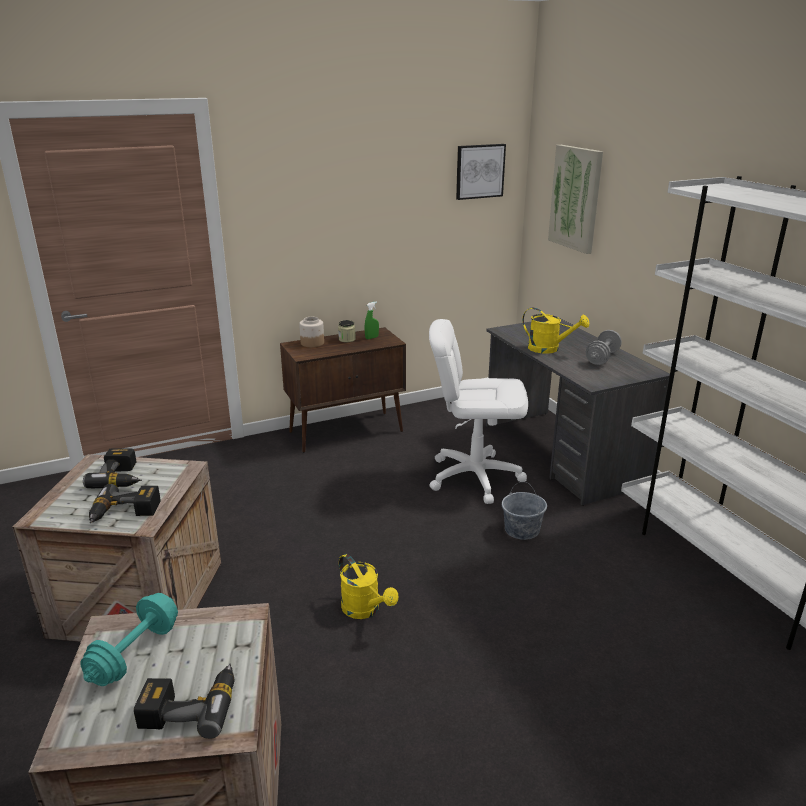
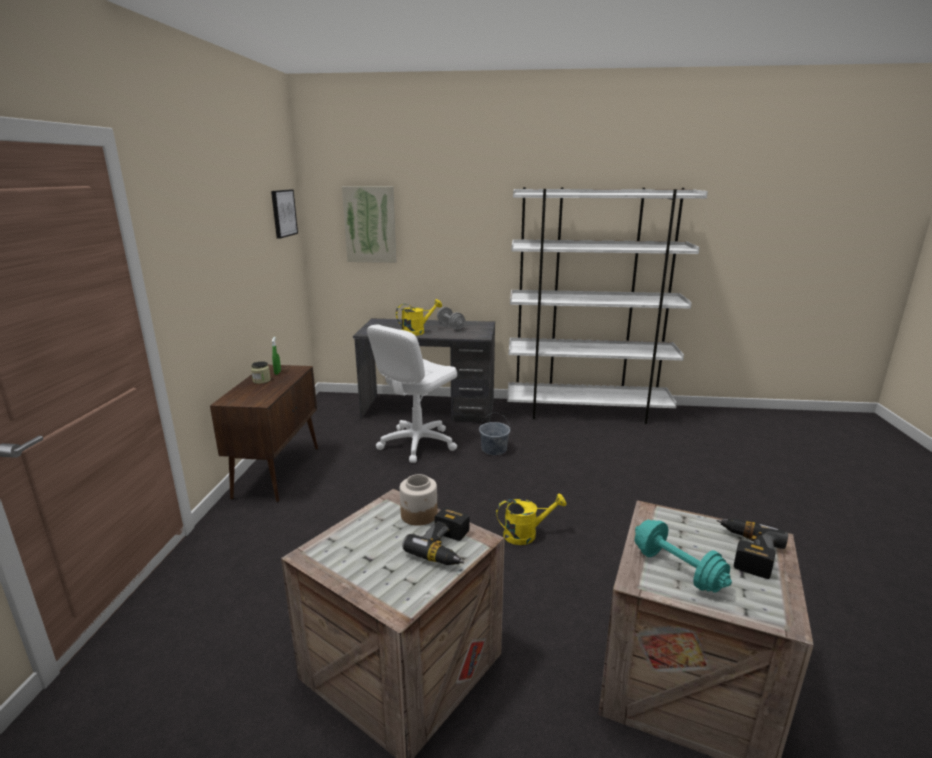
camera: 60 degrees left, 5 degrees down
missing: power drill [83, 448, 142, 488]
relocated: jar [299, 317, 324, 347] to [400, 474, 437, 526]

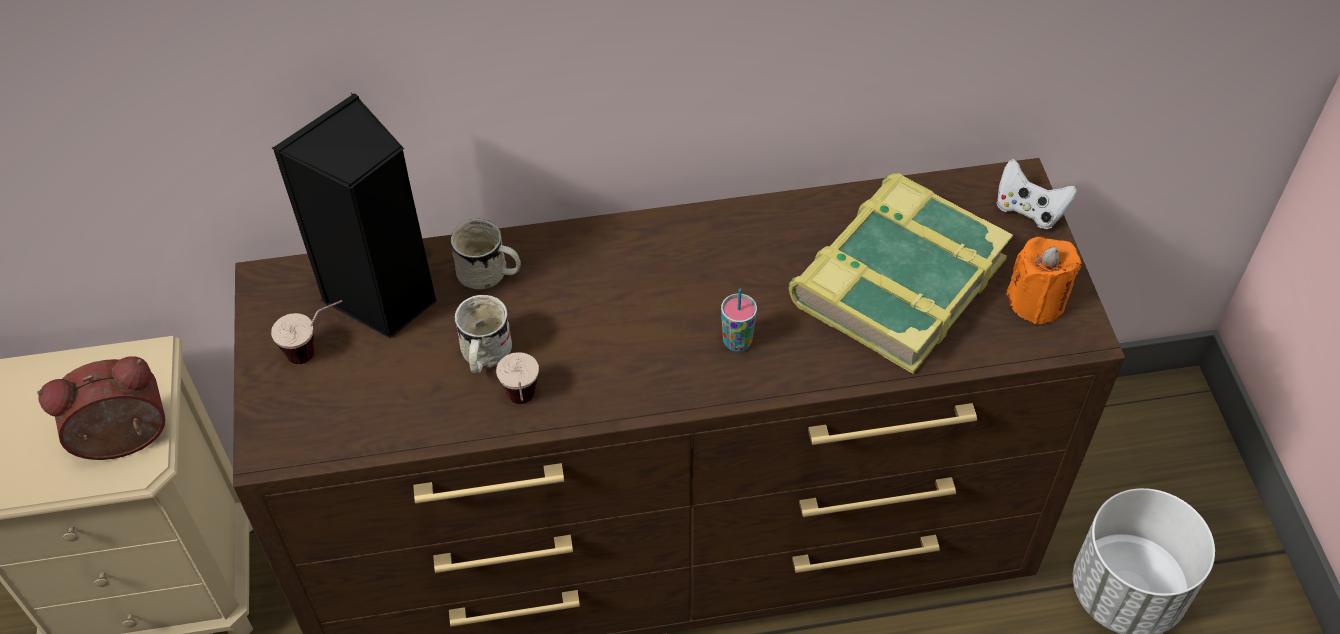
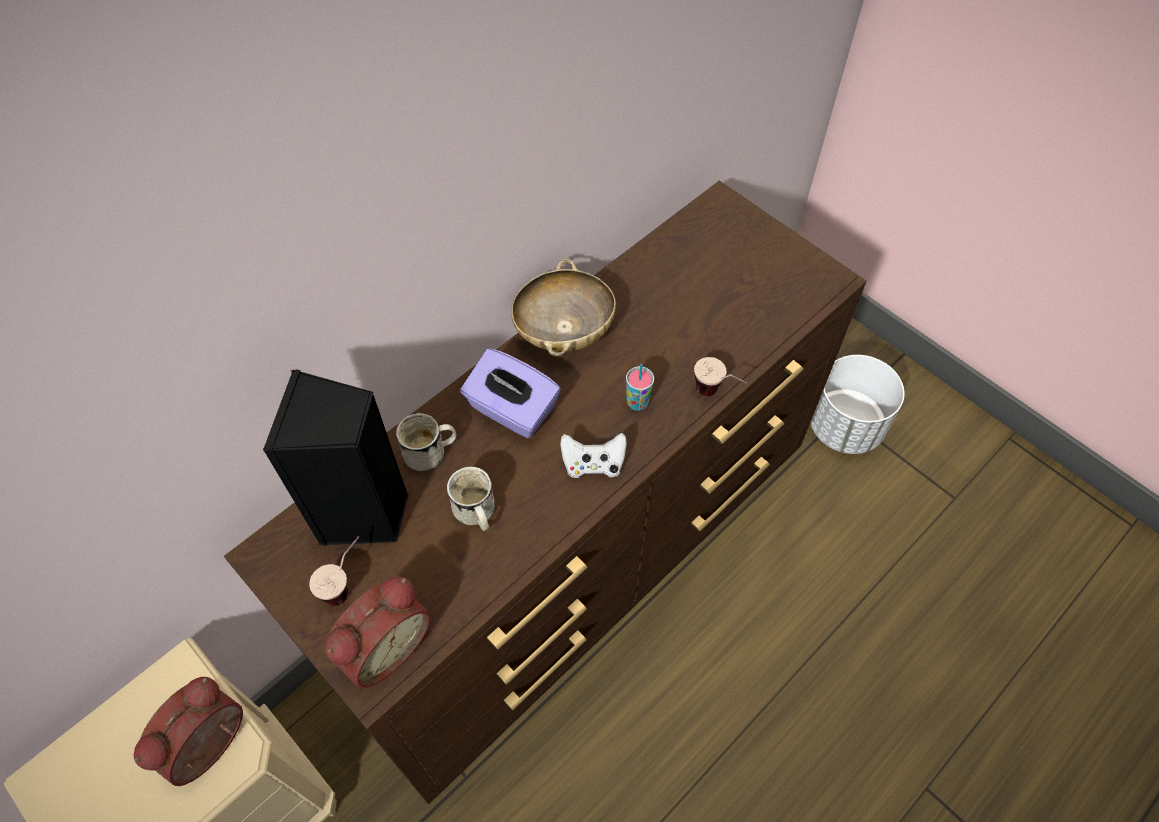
camera: 35 degrees left, 5 degrees up
missing: book [788, 173, 1013, 374]; candle (orange) [1006, 237, 1082, 324]
appeared: alarm clock [324, 576, 431, 689]; tissue box (purple) [460, 348, 560, 438]; bowl (beige) [511, 259, 616, 356]
relocated: game controller (white) [997, 159, 1077, 229] to [560, 433, 627, 478]; cup [496, 352, 539, 404] to [694, 357, 747, 396]

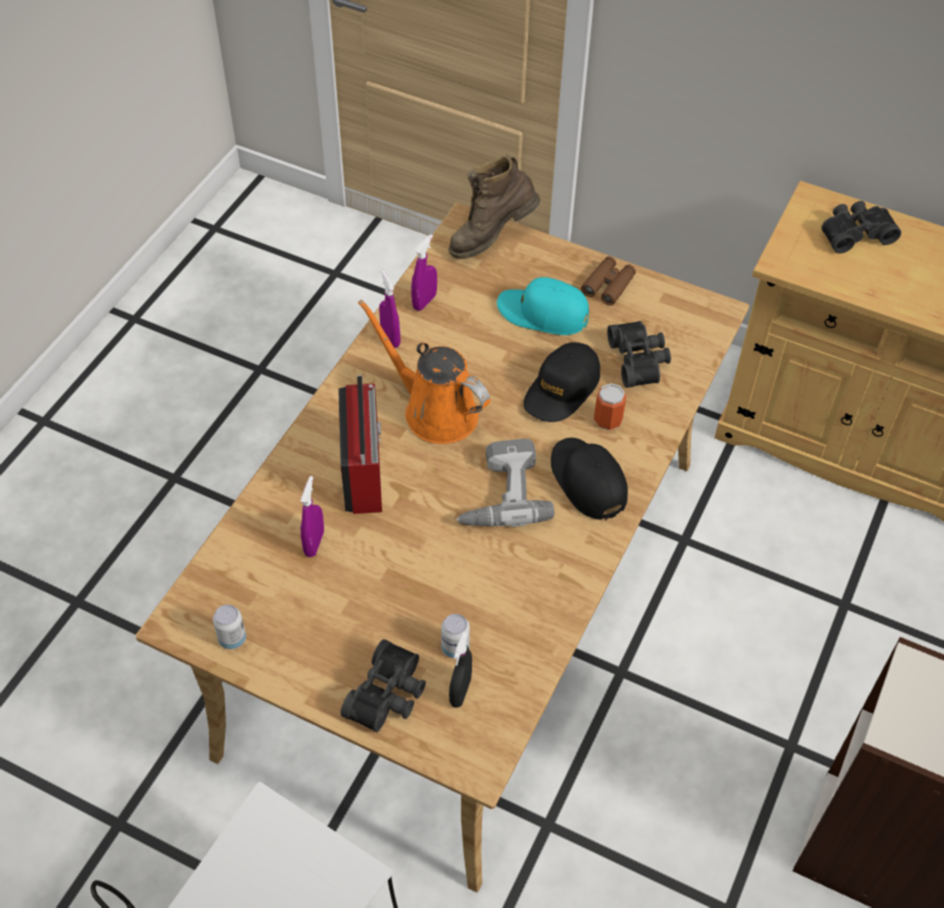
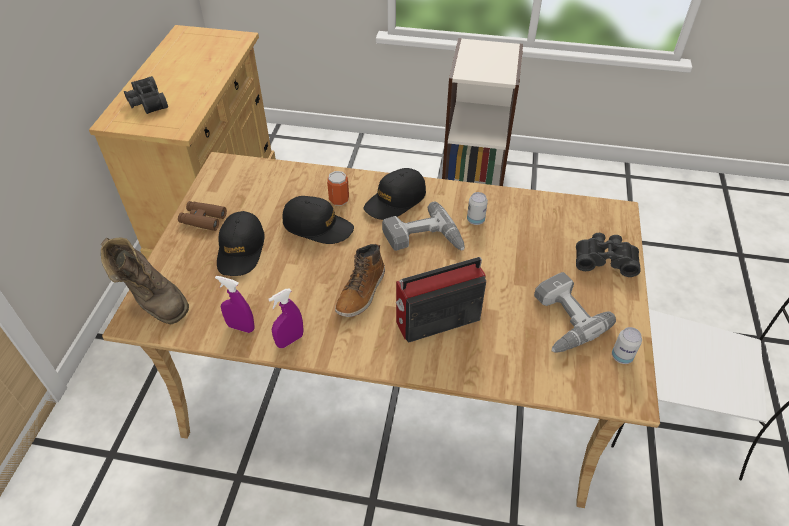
camera: 105 degrees left, 5 degrees down
missing: spray bottle (purple) [300, 476, 324, 557]; spray bottle (black) [449, 632, 472, 708]; binoculars (black) [607, 321, 671, 388]
appeared: power drill [534, 272, 616, 353]
relocated: can [441, 614, 470, 659] to [467, 192, 488, 225]
exchanged: watering can (orange) [358, 299, 490, 444] to boot [335, 244, 385, 317]
colour: cap (turquoise) [497, 277, 589, 335] to cap (black) [217, 211, 265, 276]

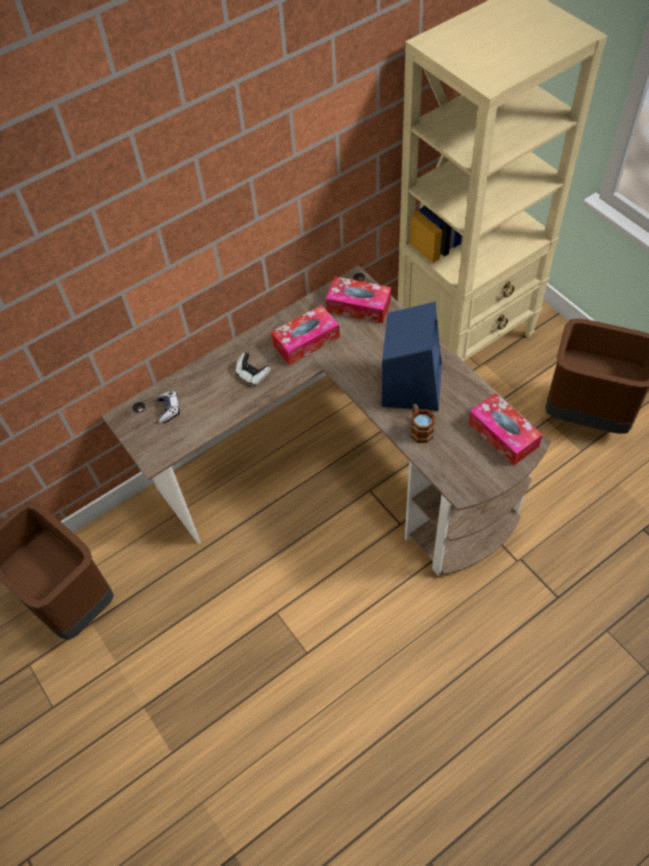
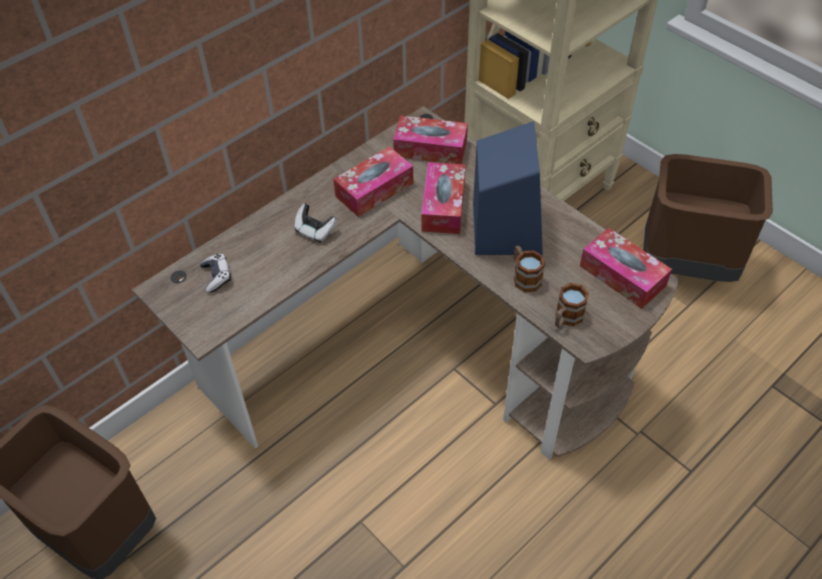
camera: 10 degrees left, 5 degrees down
appeared: tissue box [421, 162, 466, 234]; mug [555, 283, 589, 328]

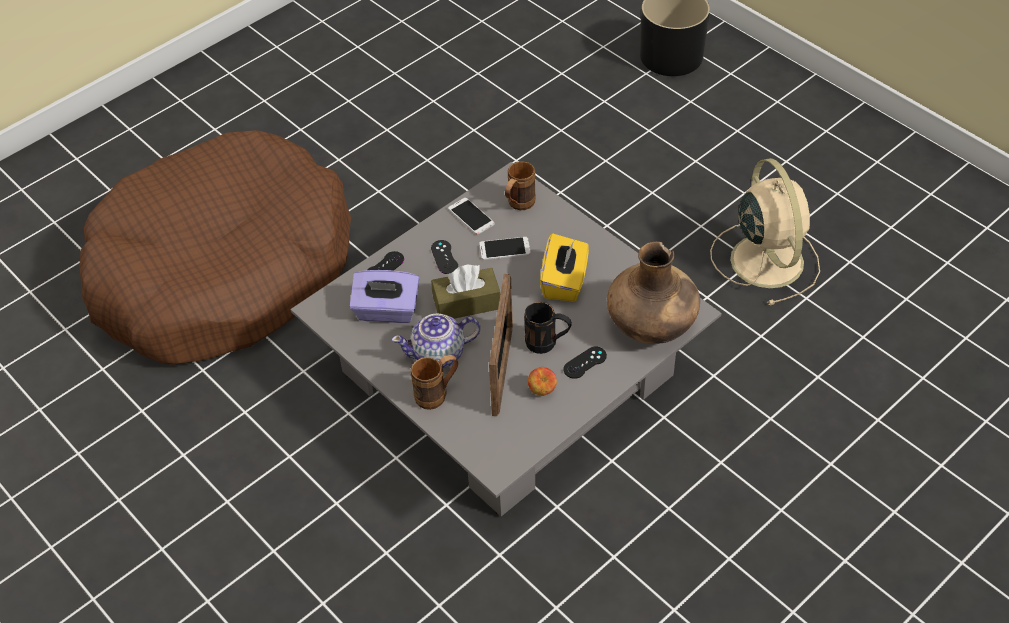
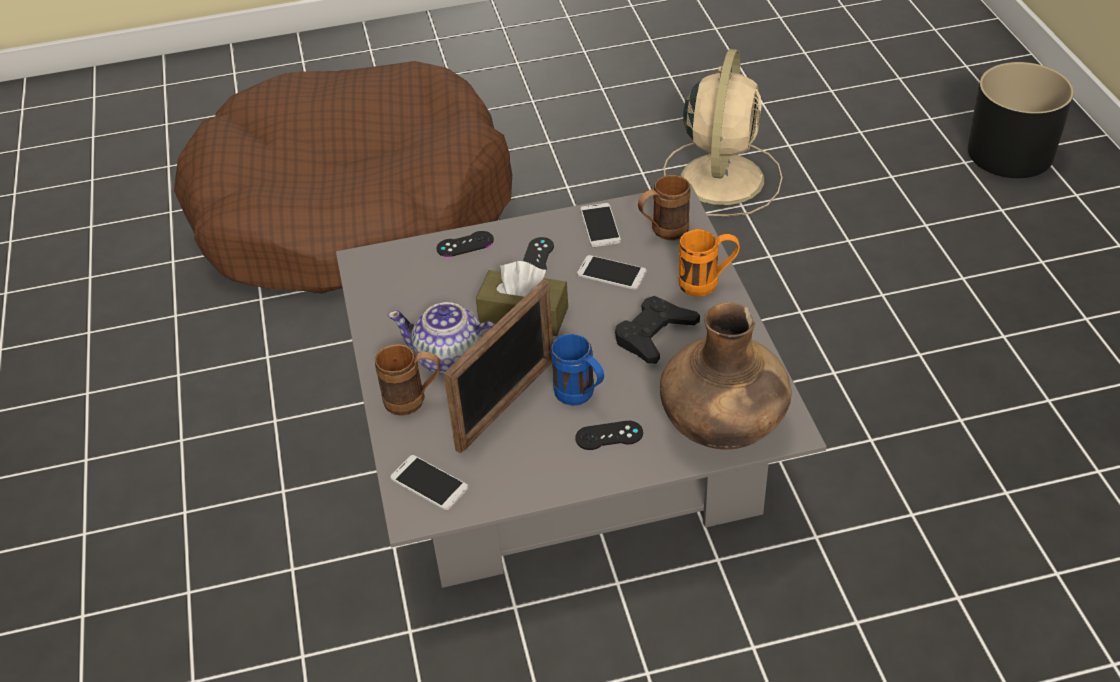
camera: 30 degrees right, 5 degrees down
missing: tissue box (purple) [350, 270, 420, 323]; apple [528, 367, 557, 396]
appeared: phone [390, 455, 468, 510]; mug (orange) [678, 229, 740, 297]
relocated: fan (beige) [710, 158, 820, 306] to [663, 49, 782, 216]
exchanged: tissue box (yellow) [540, 233, 589, 302] to game controller (black) [615, 296, 700, 364]
colour: mug (black) [524, 302, 572, 354] to mug (blue) [551, 333, 604, 406]

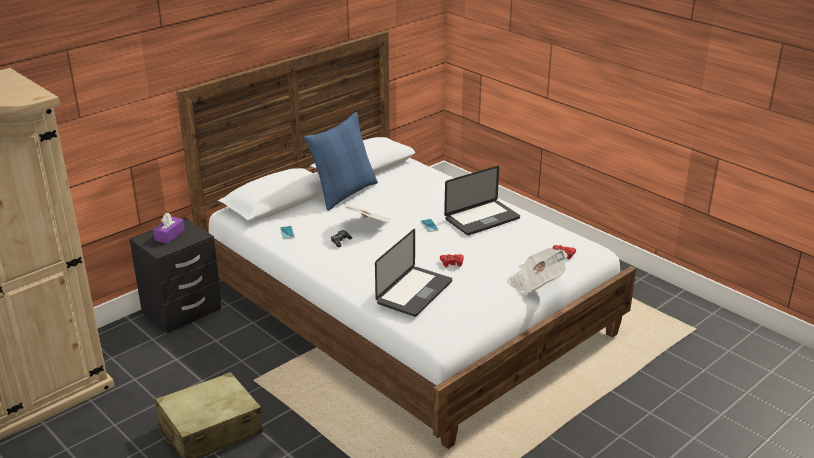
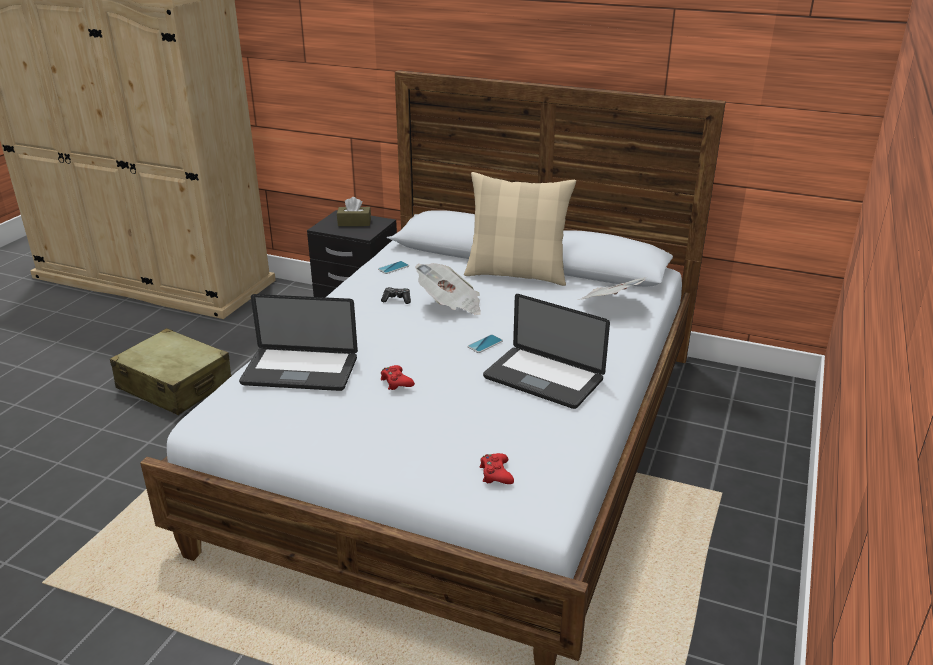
camera: 65 degrees right, 0 degrees up
relocated: newspaper [507, 248, 568, 294] to [578, 277, 646, 300]
colour: tissue box (purple) [153, 213, 185, 244] to tissue box (brown) [337, 197, 371, 226]; pillow (blue) [304, 112, 378, 211] to pillow (beige) [464, 172, 576, 286]

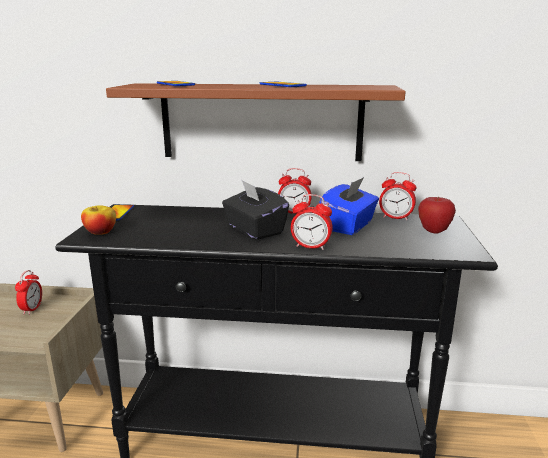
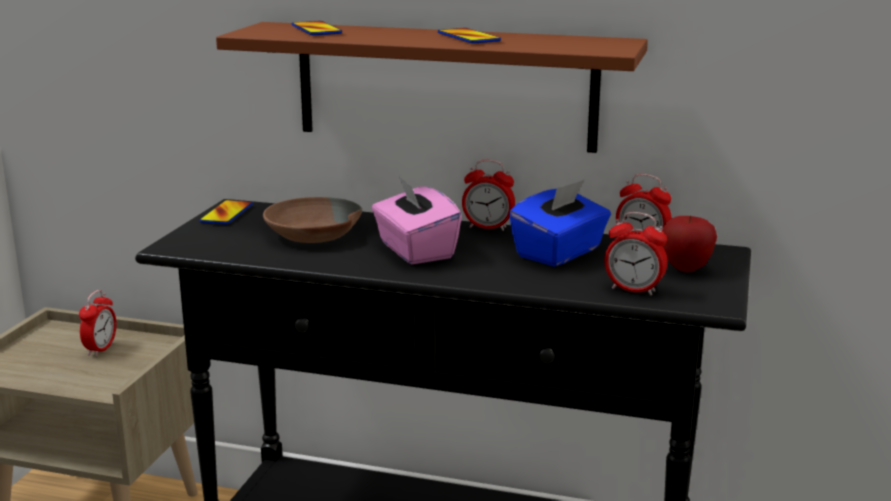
camera: 10 degrees right, 0 degrees up
missing: apple [81, 205, 116, 235]
appeared: bowl (brown) [263, 197, 362, 243]
relocated: alarm clock [291, 194, 333, 250] to [605, 212, 667, 296]
colour: tissue box (black) [222, 180, 289, 240] to tissue box (pink) [372, 176, 462, 264]

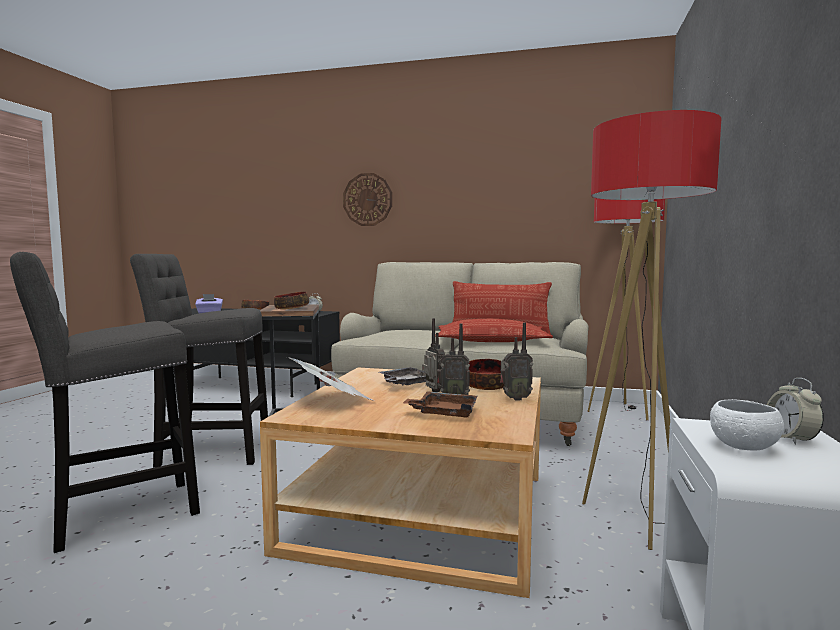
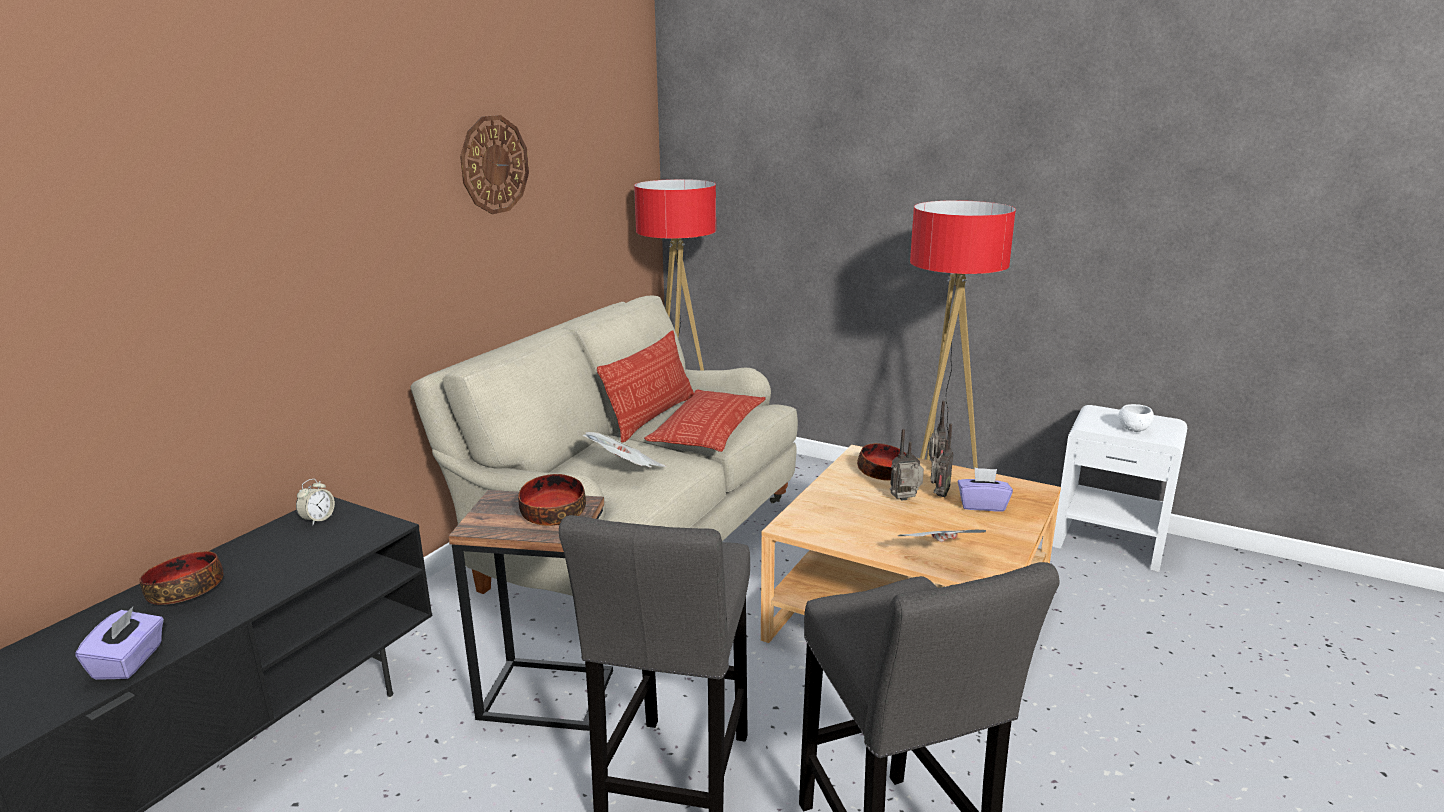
camera: 75 degrees left, 15 degrees up
missing: tray (grey) [379, 367, 427, 386]; alarm clock [767, 378, 824, 445]
appeared: newspaper [582, 432, 667, 468]
relocated: wall clock [343, 173, 392, 226] to [460, 115, 529, 214]
exchanged: tray (brown) [403, 391, 478, 418] to tissue box (purple) [958, 468, 1013, 512]

